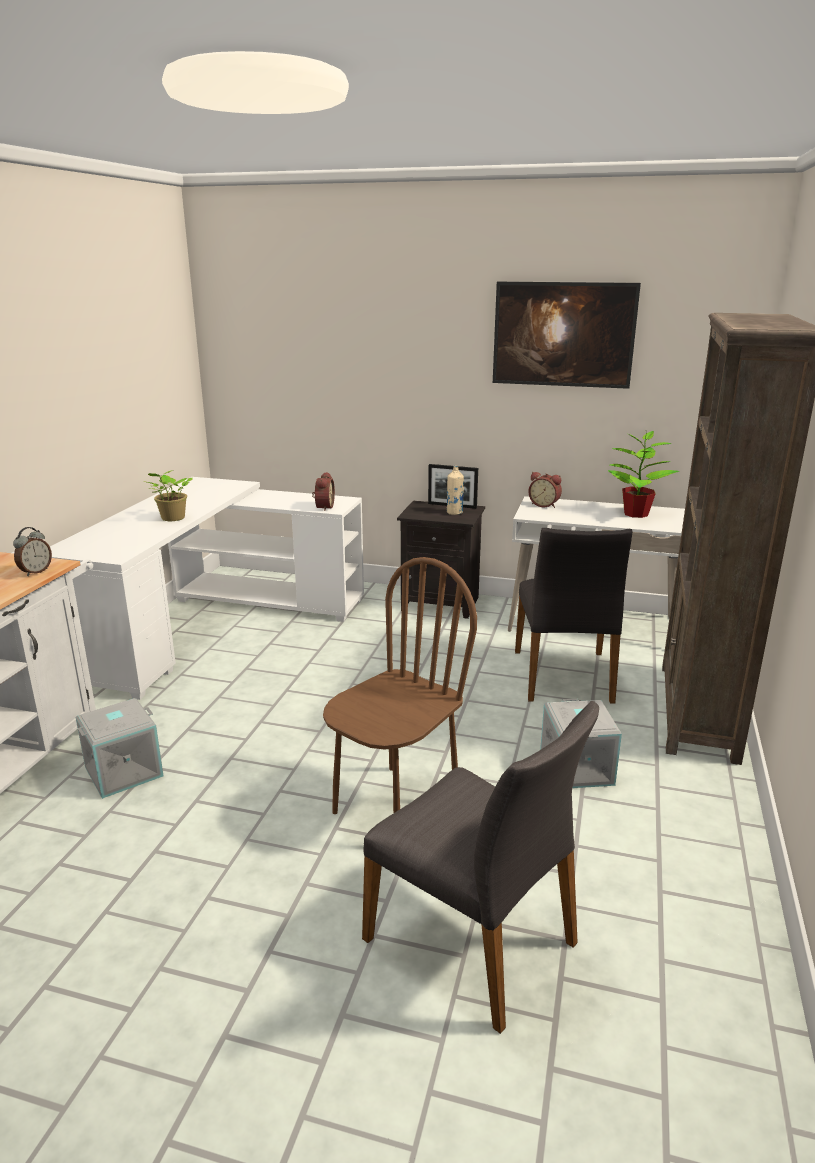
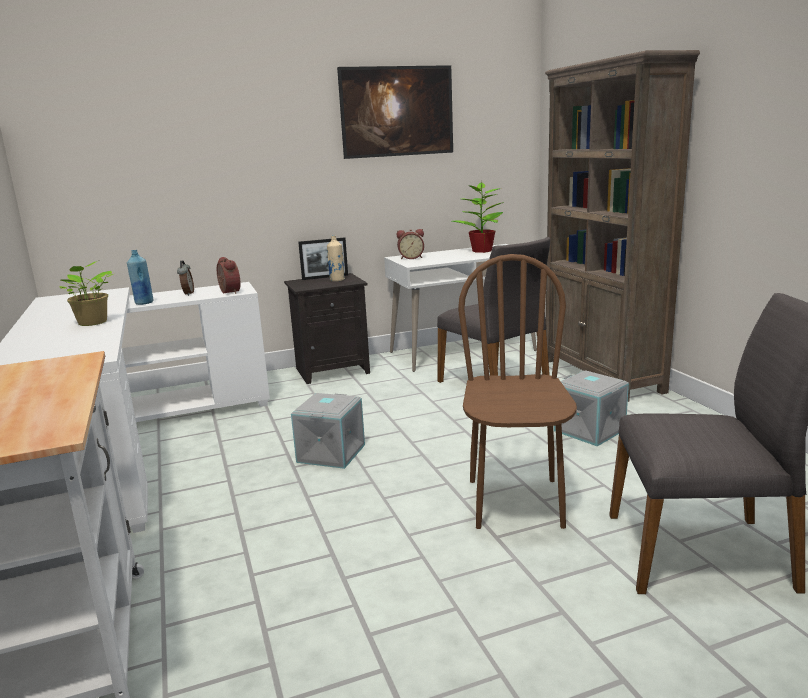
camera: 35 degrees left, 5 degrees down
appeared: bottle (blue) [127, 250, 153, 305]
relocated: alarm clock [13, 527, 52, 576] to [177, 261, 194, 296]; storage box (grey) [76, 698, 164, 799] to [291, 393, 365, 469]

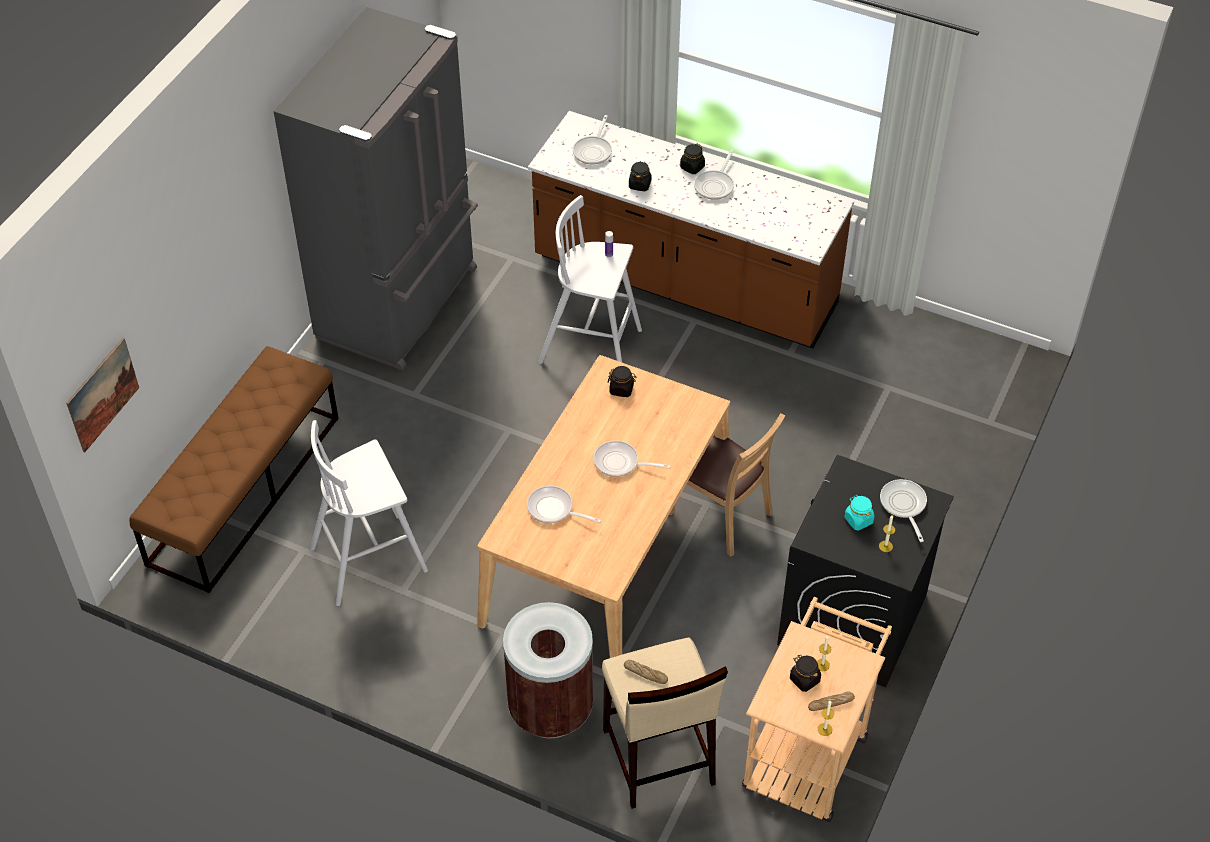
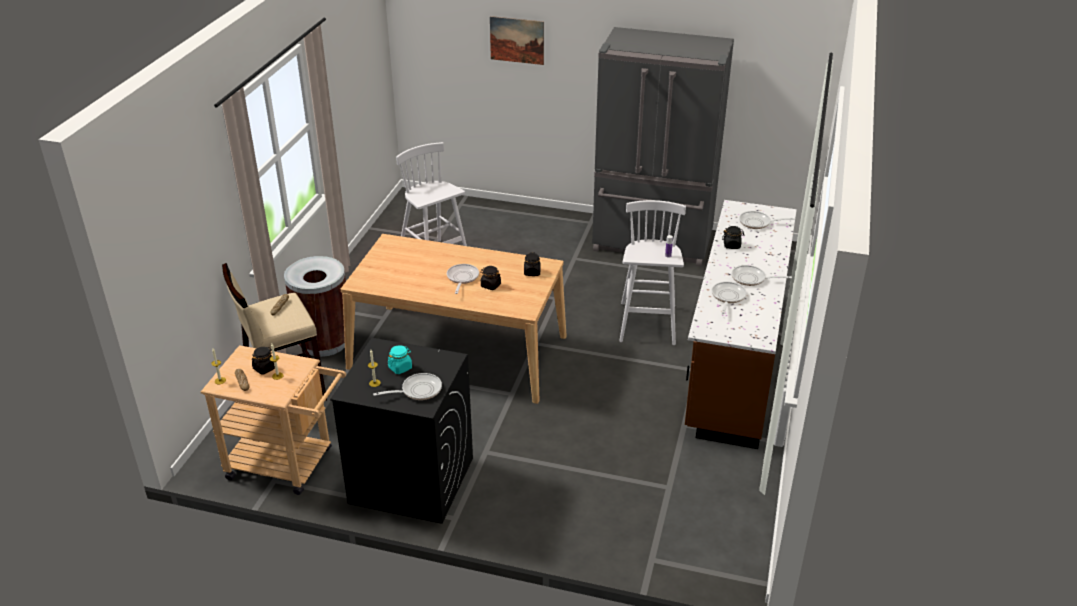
camera: 80 degrees right, 15 degrees down
missing: bench (brown) [129, 346, 339, 593]; chair (brown) [670, 413, 785, 557]
relocated: jar (black) [680, 144, 705, 174] to [480, 266, 501, 290]; picture [66, 338, 139, 452] to [490, 16, 544, 65]; frying pan [527, 486, 601, 523] to [712, 282, 747, 314]

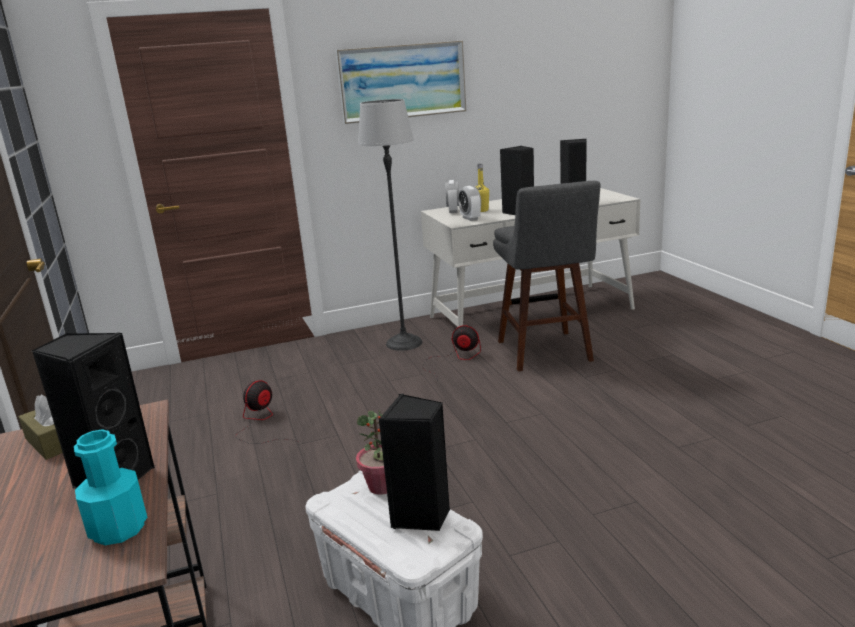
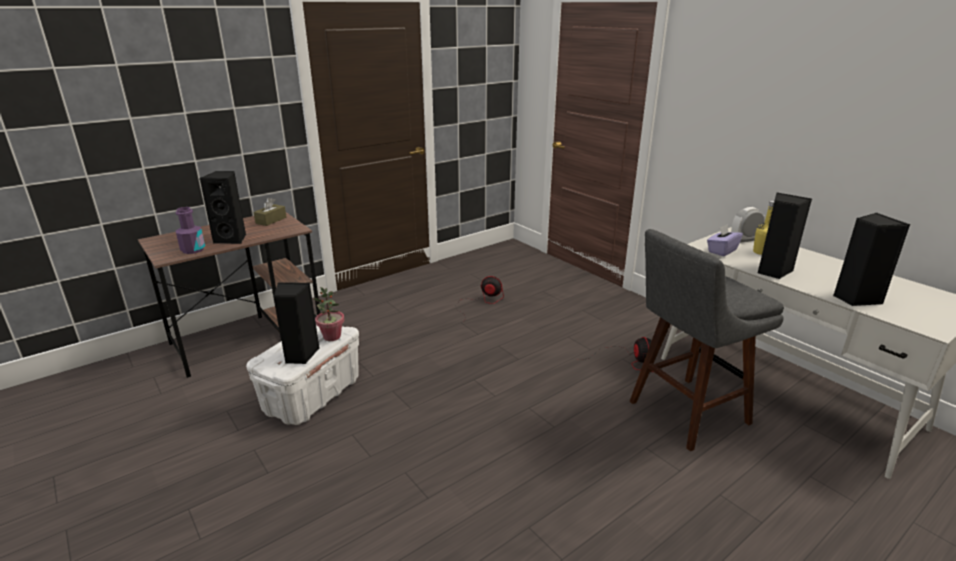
camera: 70 degrees right, 5 degrees up
missing: picture [335, 40, 466, 124]; floor lamp [358, 99, 422, 351]
exchanged: alarm clock [458, 186, 481, 221] to tissue box (purple) [707, 224, 743, 256]
colour: bottle (turquoise) [74, 429, 148, 545] to bottle (purple) [176, 207, 205, 254]

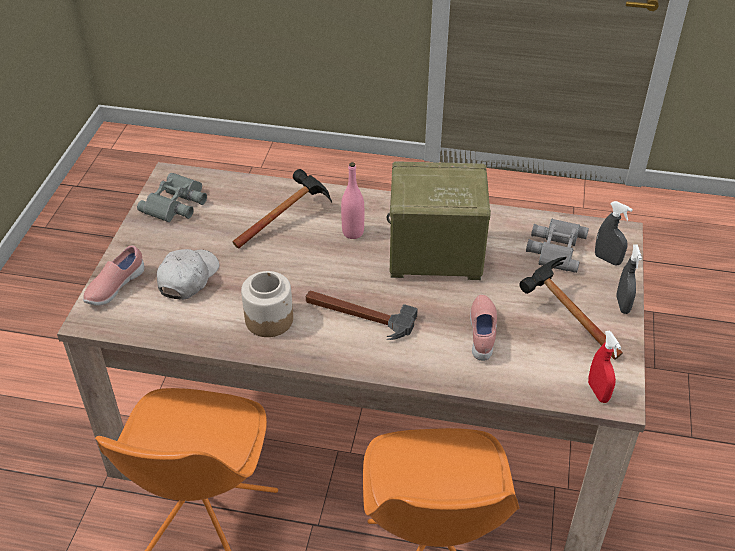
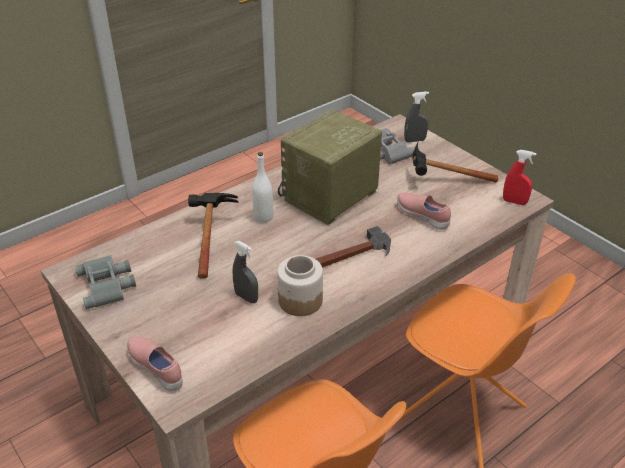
camera: 50 degrees left, 5 degrees down
missing: cap (white) [157, 249, 219, 300]
relocated: spray bottle (grey) [616, 244, 642, 314] to [233, 241, 258, 303]
colour: bottle (pink) [341, 162, 364, 239] to bottle (white) [252, 152, 273, 223]
spun: shoe (pink) [83, 245, 144, 306] = [127, 337, 183, 391] 150 degrees clockwise

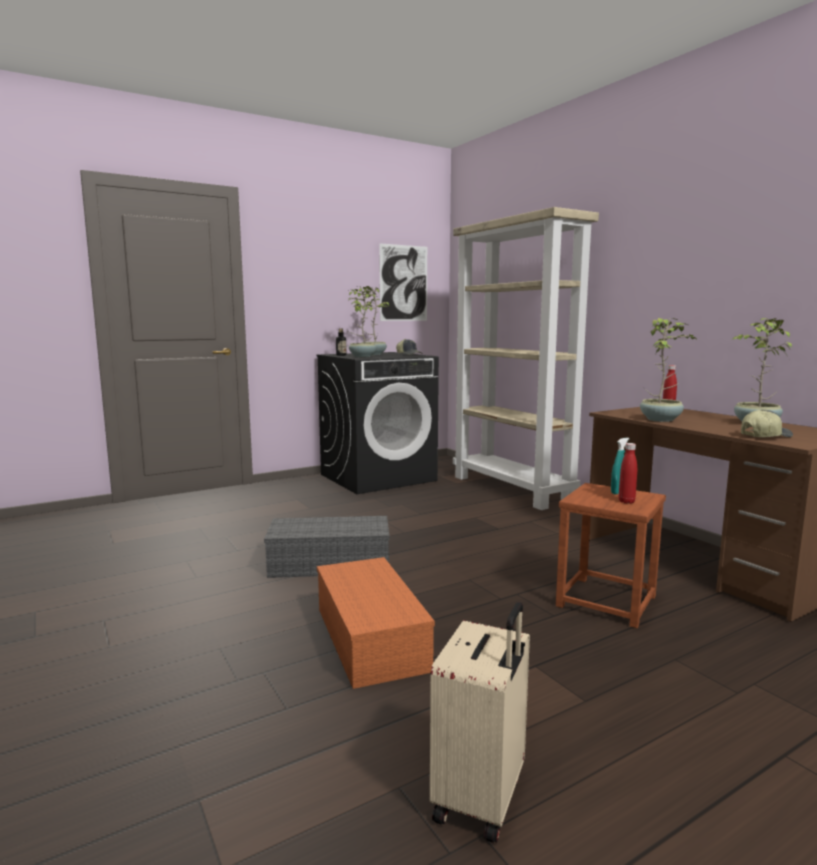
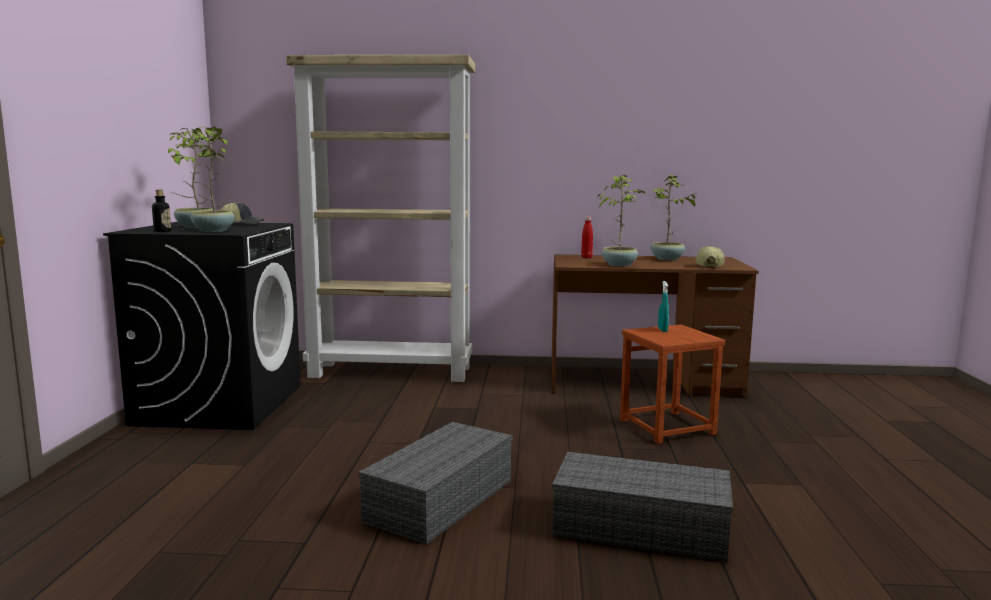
camera: 55 degrees left, 0 degrees up
missing: picture [379, 243, 427, 321]; suitcase (beige) [430, 602, 530, 843]; bottle (red) [619, 443, 637, 504]
colour: storage box (orange) [317, 557, 435, 689] to storage box (grey) [552, 452, 733, 563]

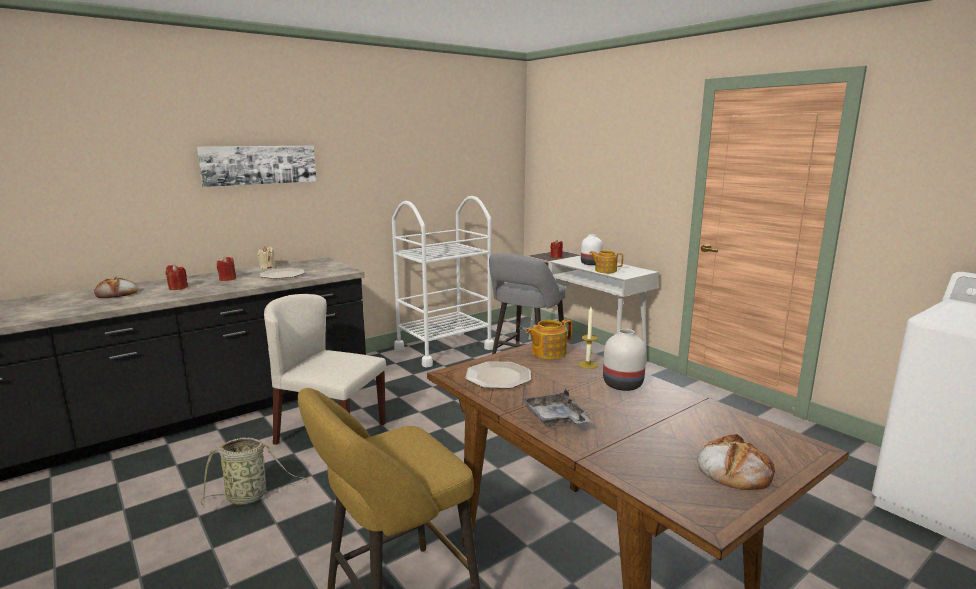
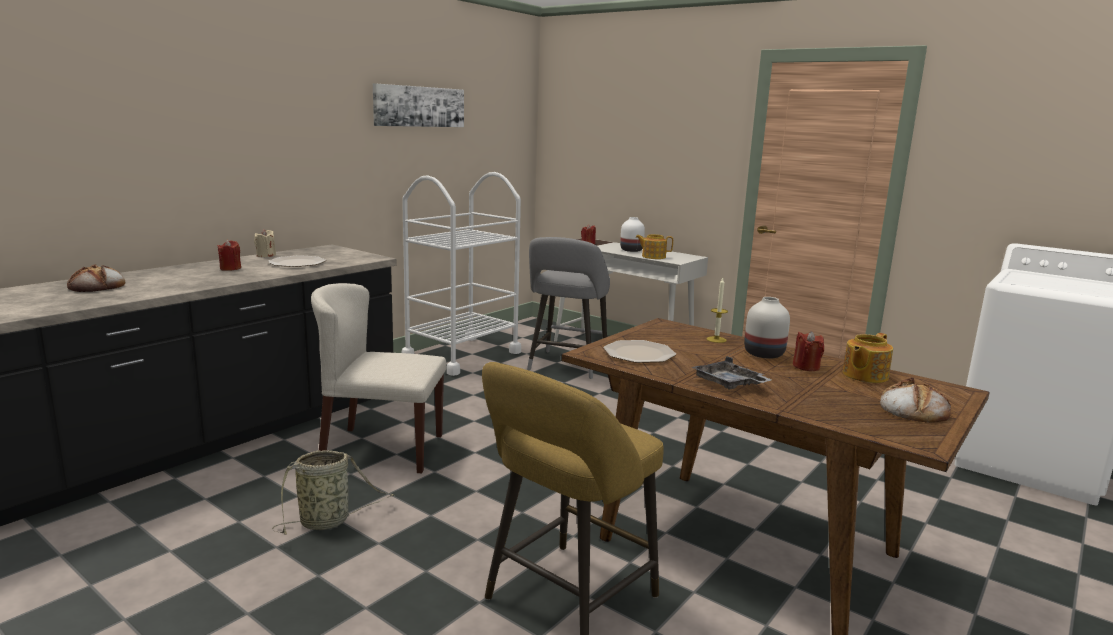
camera: 15 degrees left, 0 degrees up
relocated: picture [197, 145, 316, 187] to [373, 83, 464, 127]; candle (red) [166, 264, 188, 290] to [793, 331, 824, 371]; teapot [526, 319, 572, 359] to [843, 333, 893, 383]

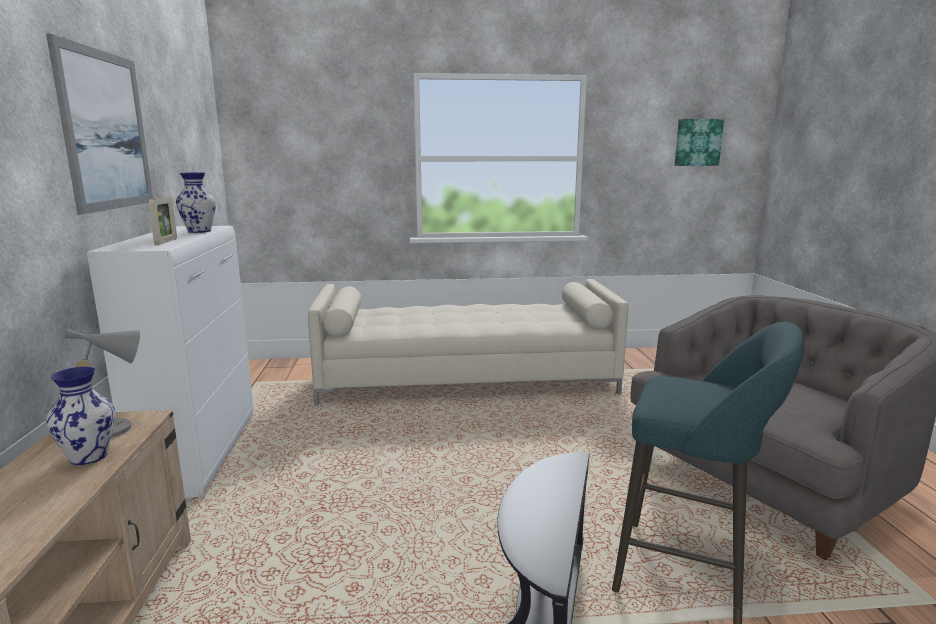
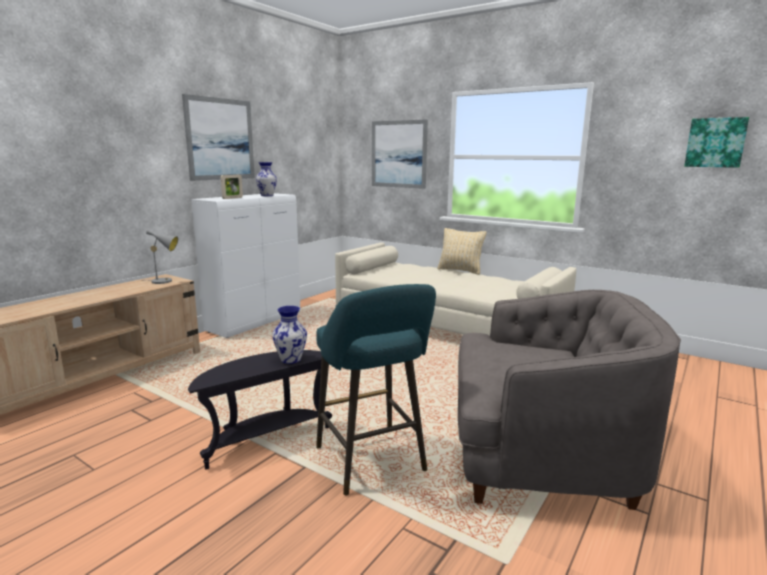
camera: 40 degrees right, 0 degrees up
appeared: picture [372, 119, 428, 189]; pillow (beige) [437, 228, 487, 275]
relocated: vase [46, 367, 115, 465] to [272, 306, 307, 364]

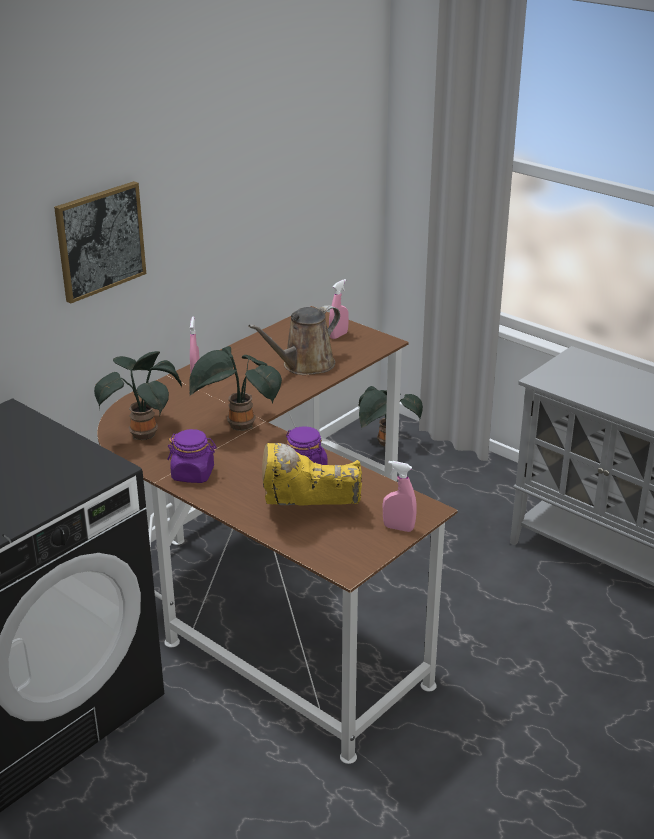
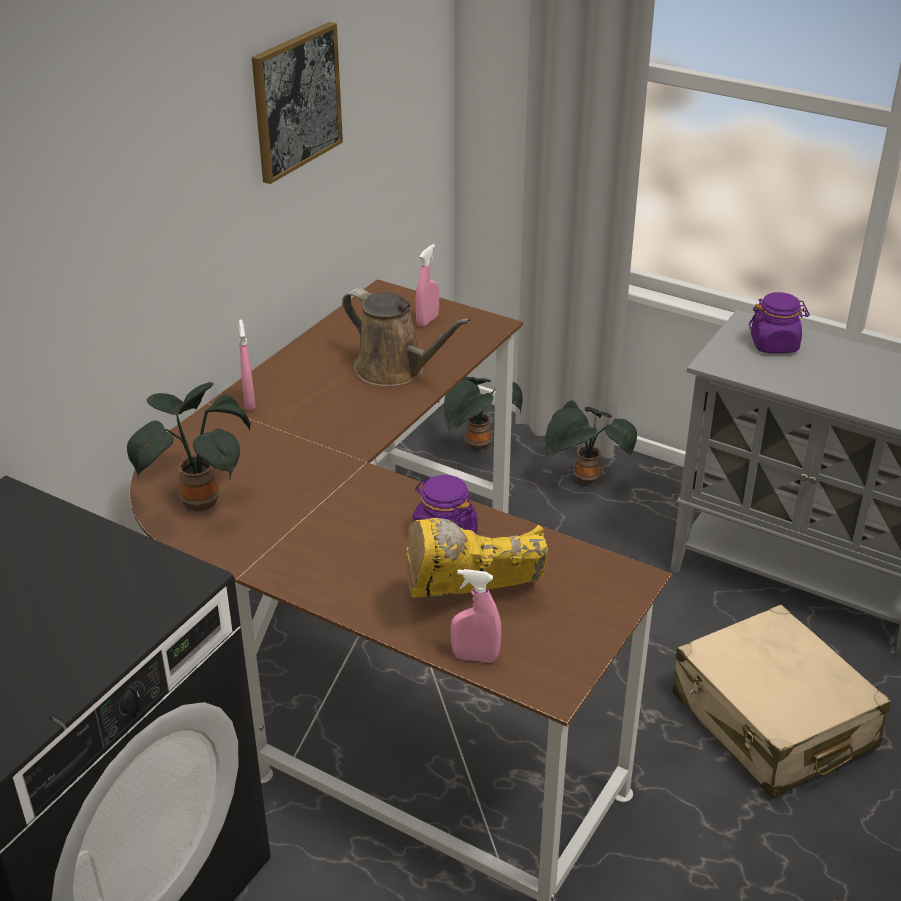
camera: 10 degrees left, 5 degrees up
appeared: suitcase (beige) [673, 605, 891, 798]
relocated: picture [54, 181, 146, 304] to [252, 22, 343, 184]; spray bottle (pink) [383, 461, 417, 532] to [451, 569, 501, 663]; potted plant [189, 346, 282, 431] to [545, 400, 637, 485]; jar (purple) [167, 429, 217, 483] to [749, 292, 810, 353]
spun: watering can (brown) [248, 305, 340, 375] = [342, 288, 471, 387] 90 degrees counterclockwise

